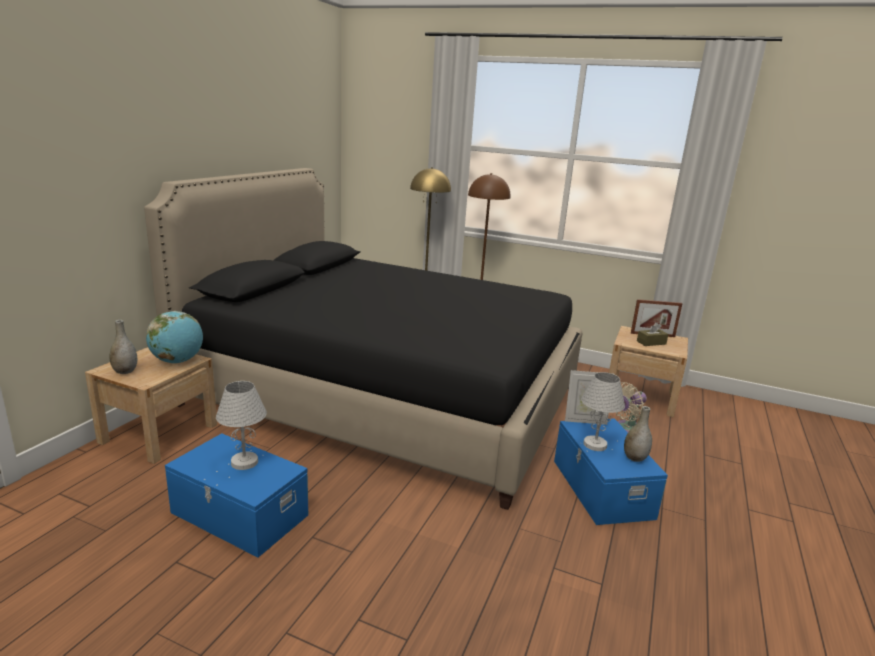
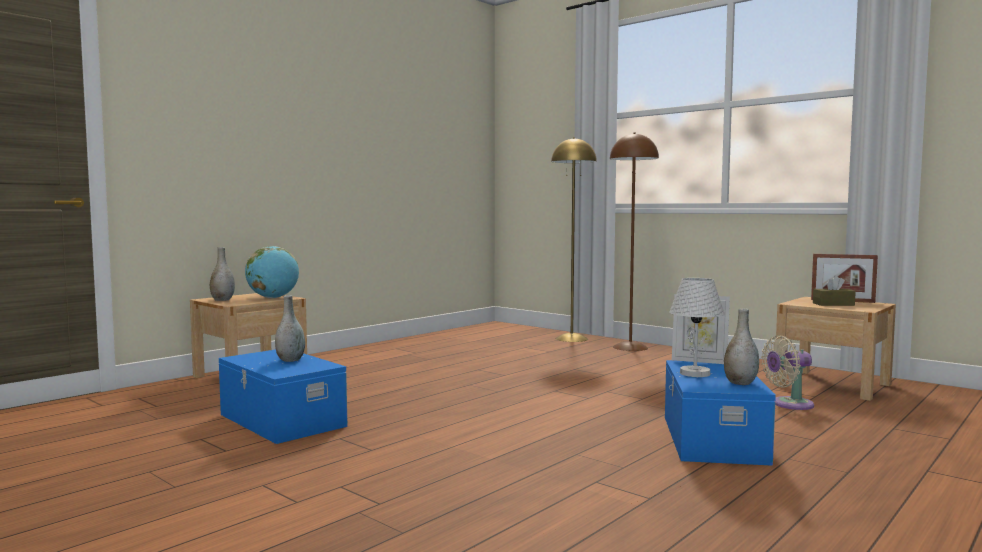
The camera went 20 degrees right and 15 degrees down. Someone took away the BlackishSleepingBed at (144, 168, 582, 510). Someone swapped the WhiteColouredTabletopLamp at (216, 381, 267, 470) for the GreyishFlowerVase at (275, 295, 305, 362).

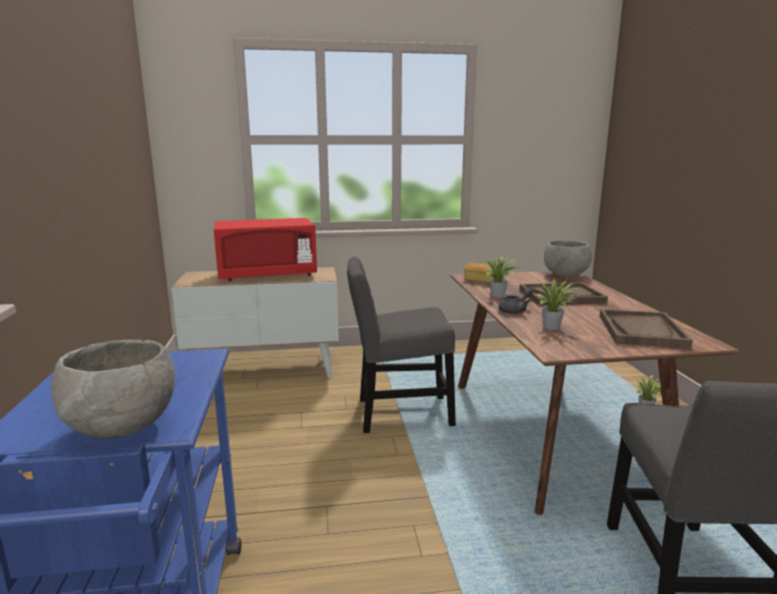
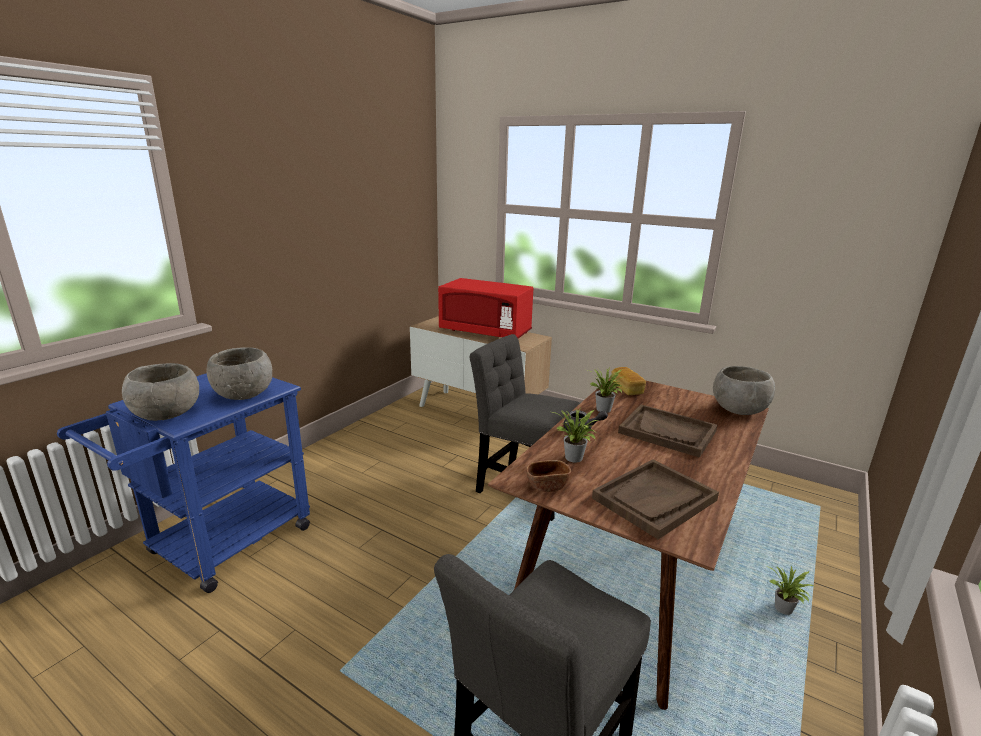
The camera went 40 degrees right and 5 degrees up. Someone put down the GreyishServingBowl at (206, 347, 272, 400). Someone put down the BrownColouredServingBowl at (526, 460, 571, 492).

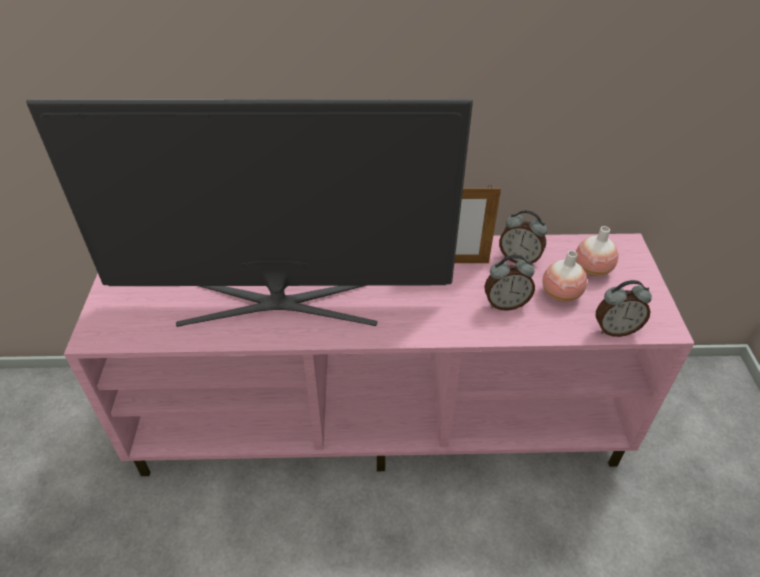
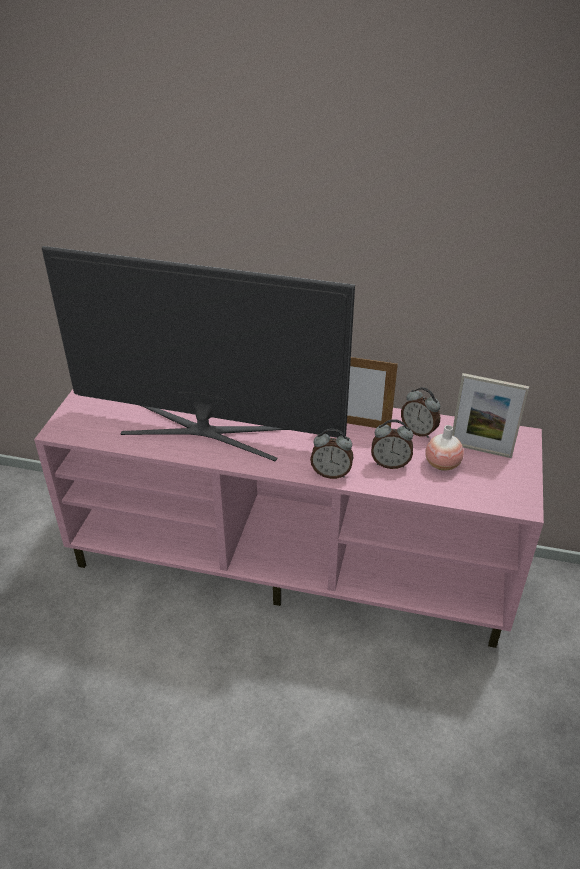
The camera went 15 degrees right and 5 degrees down. Someone carried the BedsideClock from (595, 280, 652, 337) to (310, 429, 353, 479). Someone swapped the FlowerVase at (576, 226, 618, 276) for the PhotoFrame at (452, 373, 529, 458).

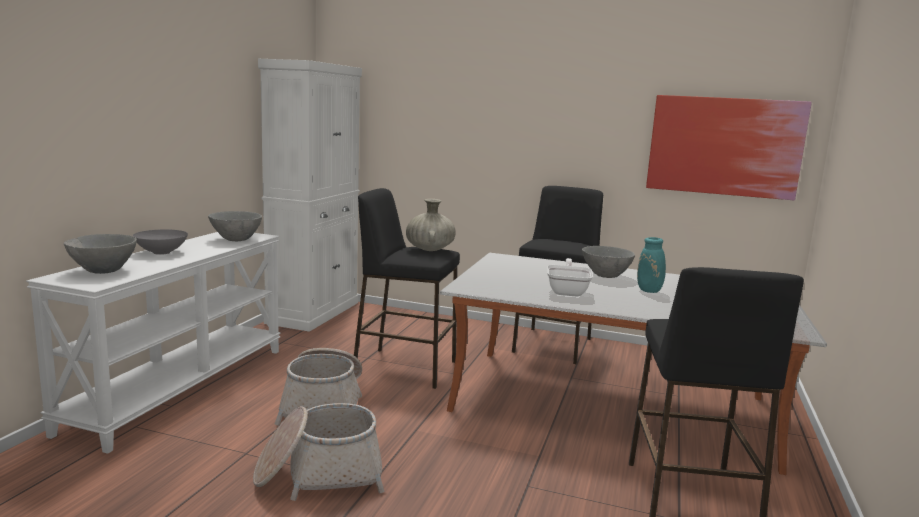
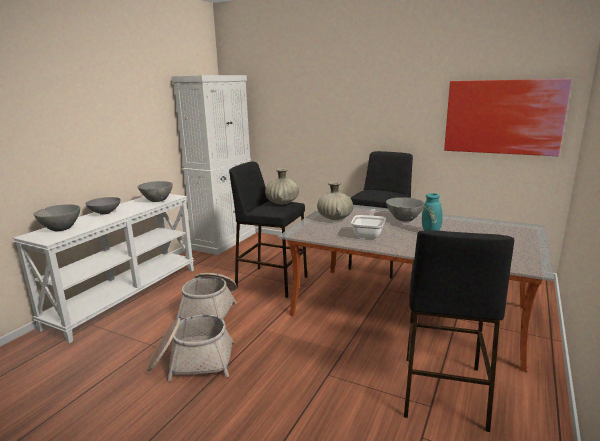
The camera went 10 degrees right and 5 degrees up. Someone put down the BeigeColouredFlowerVase at (317, 181, 353, 220).

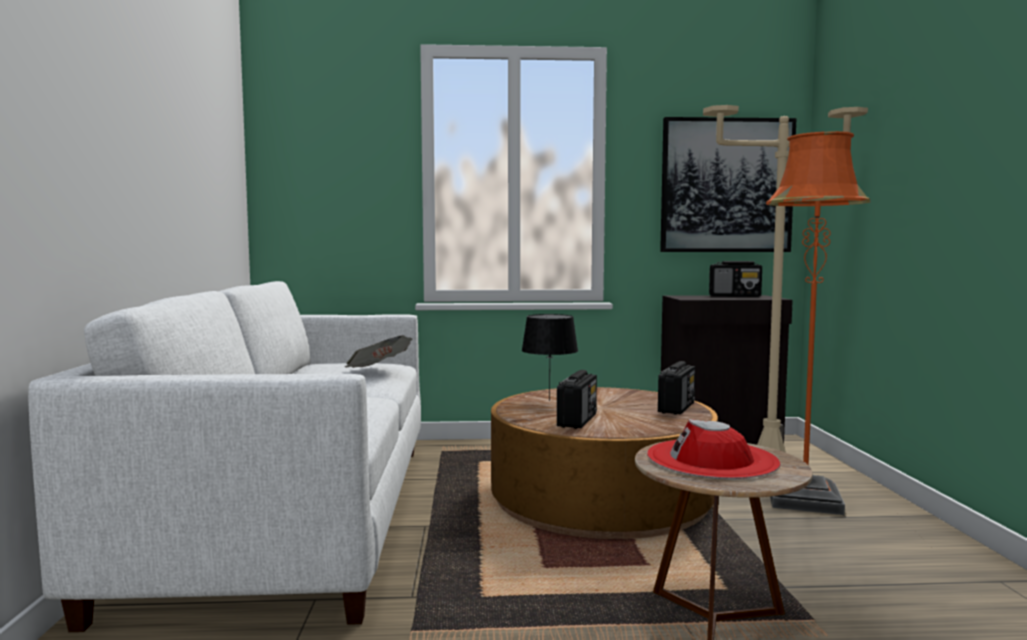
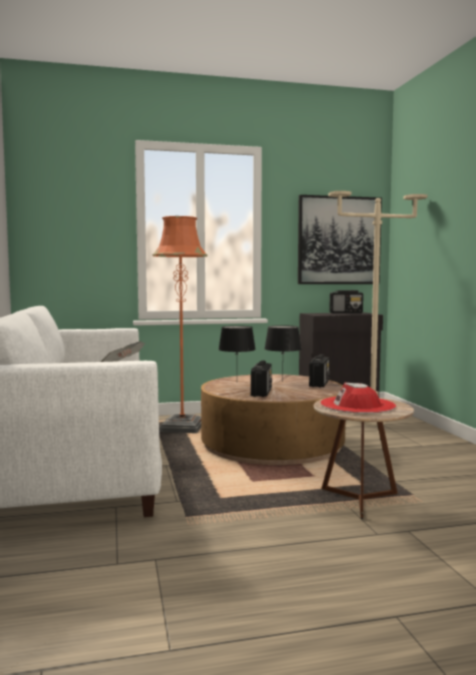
The camera went 10 degrees left and 0 degrees up. Someone put down the BlackishTabletopLamp at (265, 325, 302, 382). Someone carried the OrangeyStandardLamp from (766, 131, 870, 515) to (152, 216, 207, 433).

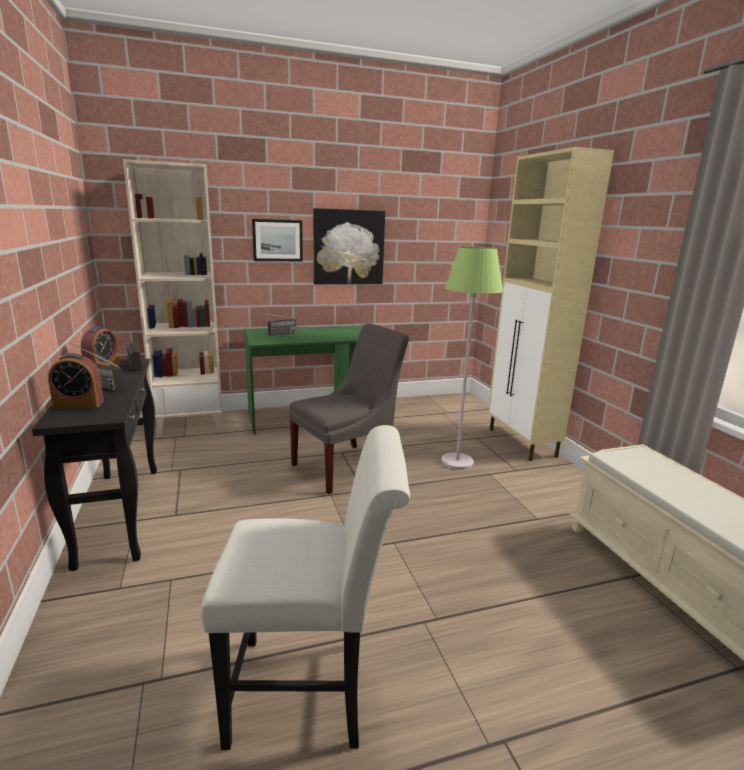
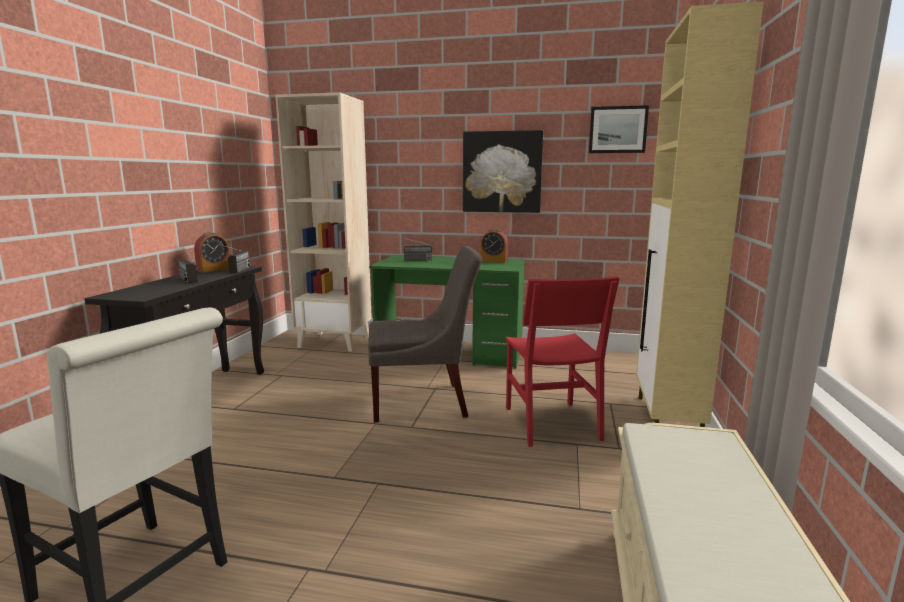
The camera went 30 degrees right and 5 degrees down. Someone carried the BedsideClock from (48, 353, 104, 409) to (481, 229, 508, 263). Someone carried the WallPicture from (252, 219, 303, 261) to (589, 105, 649, 153). Someone swapped the GreenColouredStandardLamp at (441, 247, 503, 470) for the RedChair at (505, 276, 620, 447).

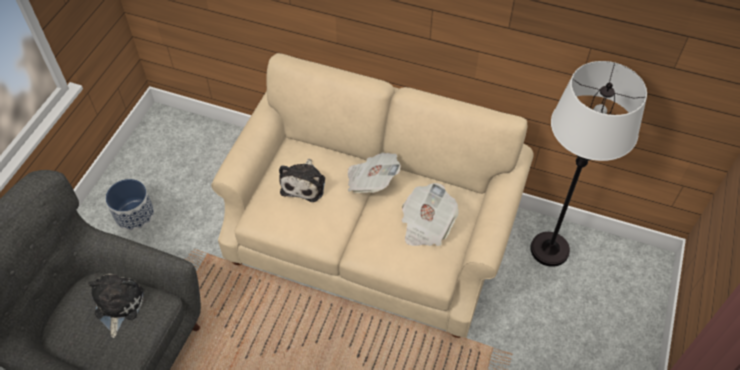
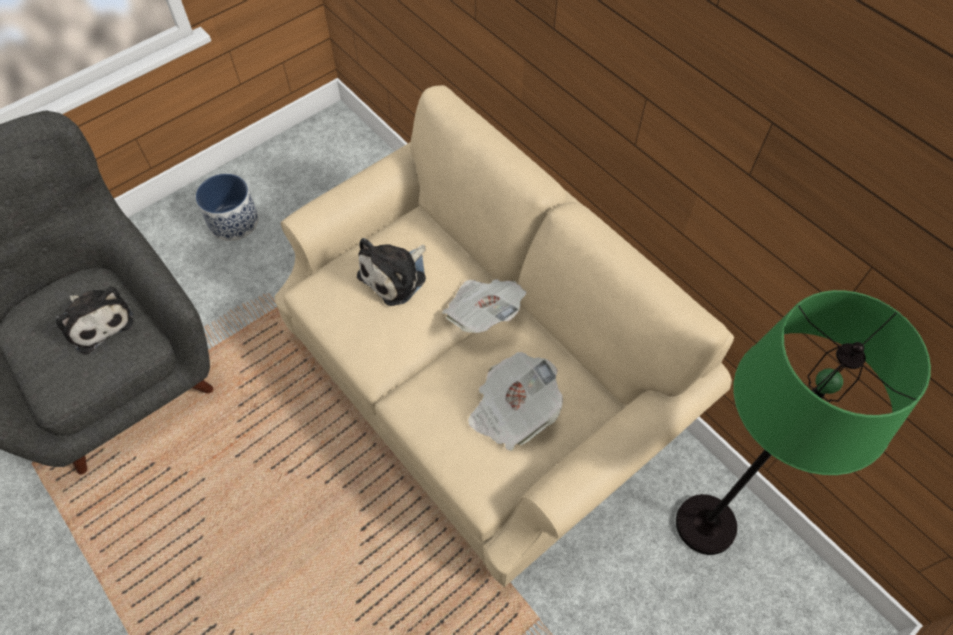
The camera went 30 degrees right and 5 degrees up. Someone repainted the WhiteColouredStandardLamp at (530, 61, 647, 267), which became the GreenColouredStandardLamp at (676, 290, 931, 555). Someone rotated the CuddlyToy at (88, 274, 144, 338) by 105 degrees clockwise.

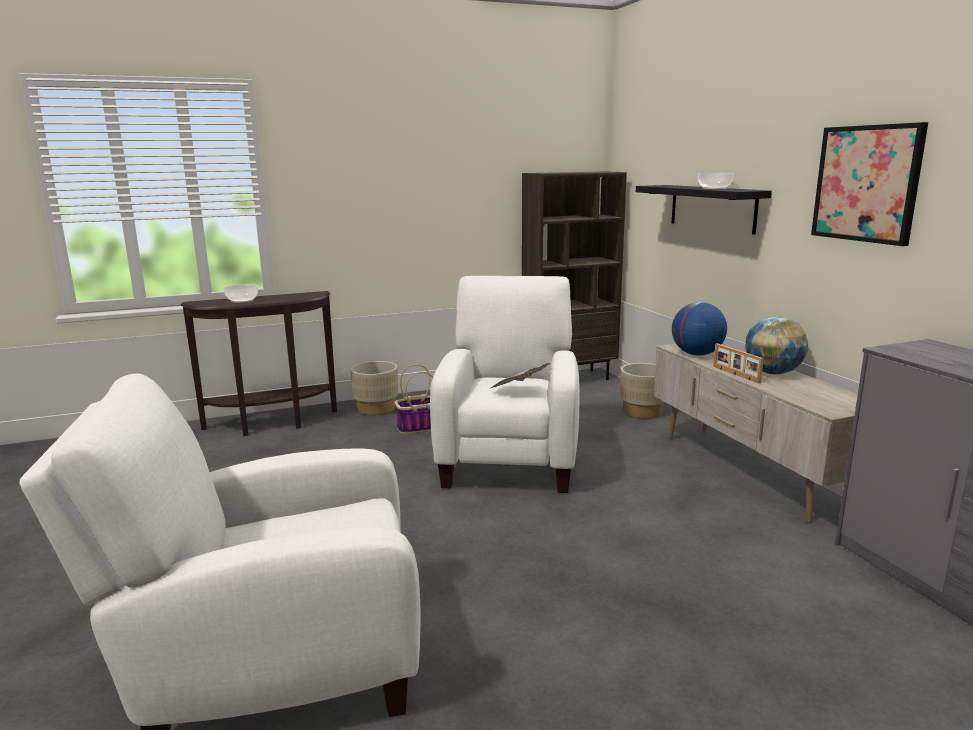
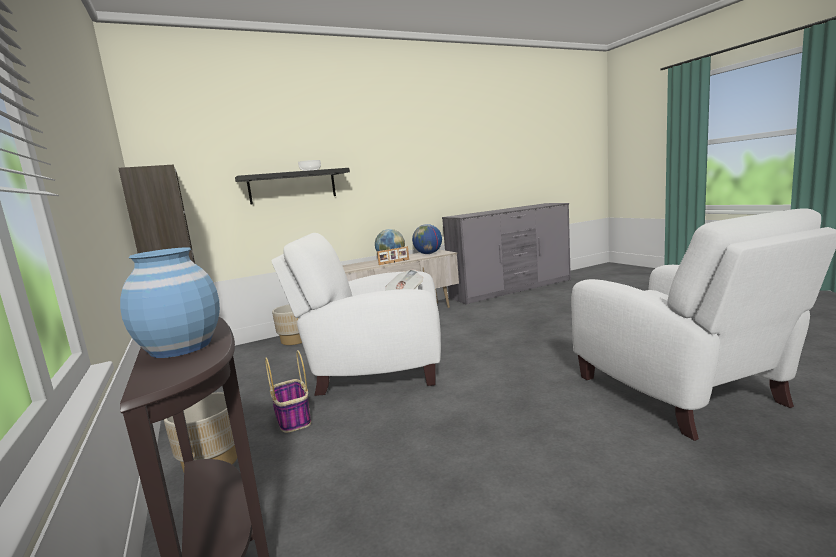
The camera went 95 degrees left and 5 degrees down. Someone took away the WallPicture at (811, 122, 928, 246). Someone carried the Globe from (672, 302, 727, 356) to (412, 224, 442, 254). Someone swapped the ServingBowl at (224, 284, 258, 303) for the BluishFlowerVase at (120, 247, 220, 358).

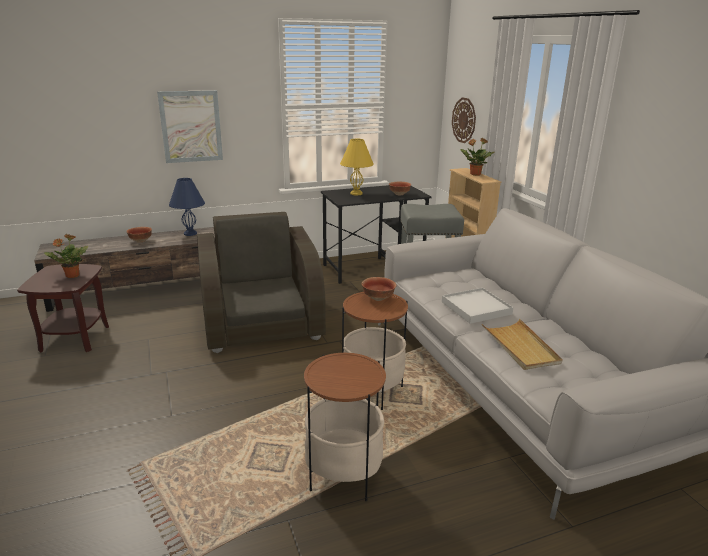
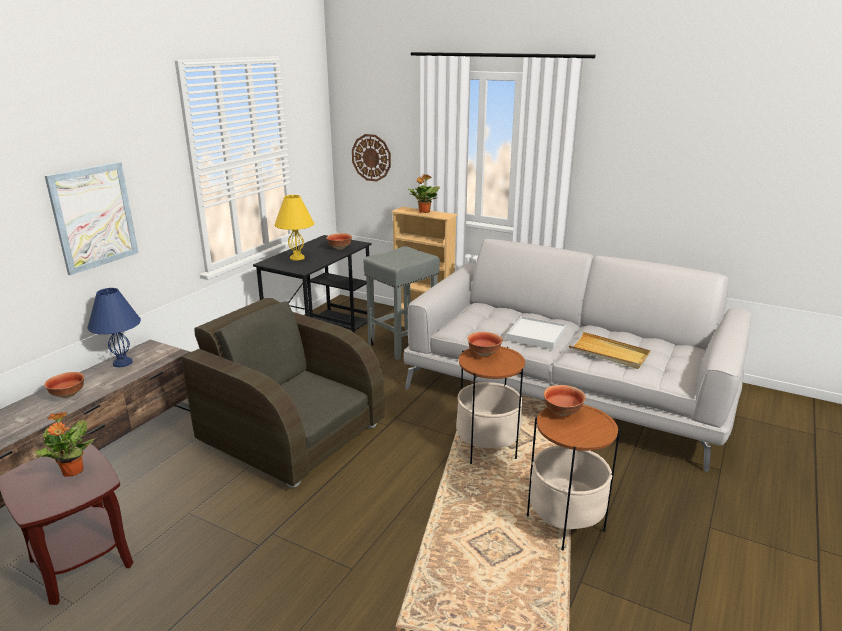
The camera went 40 degrees left and 0 degrees up. Someone put down the ServingBowl at (544, 385, 586, 416).

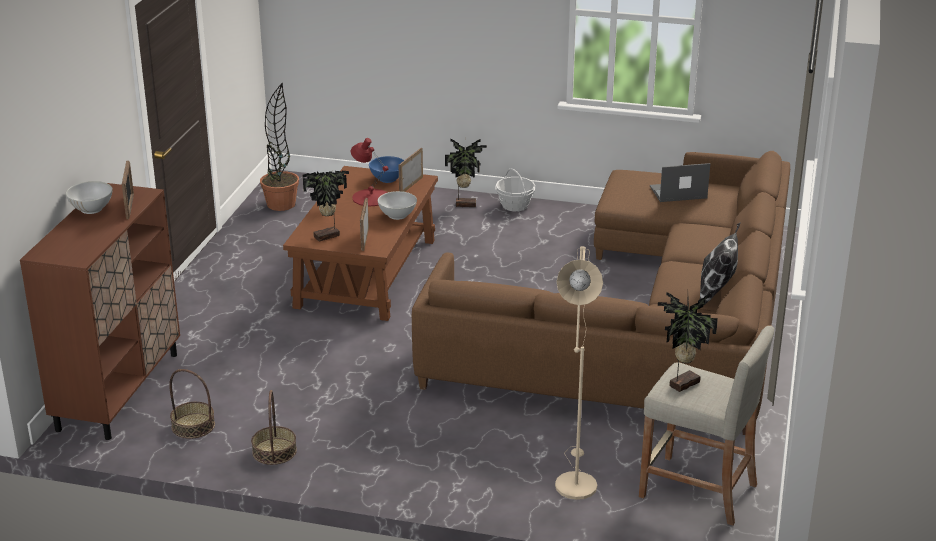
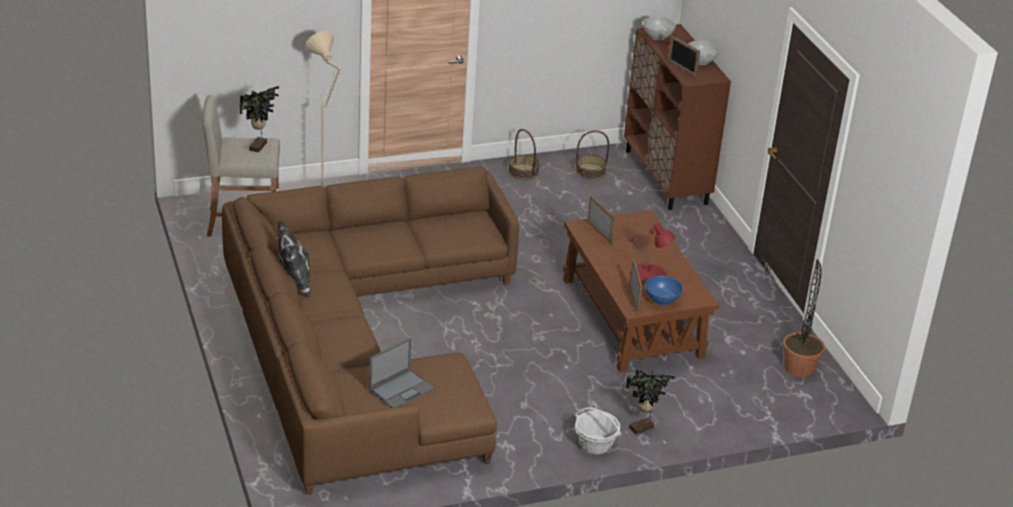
The camera went 145 degrees right and 5 degrees up. Someone took away the Houseplant at (302, 171, 349, 242). Someone carried the WhiteColouredServingBowl from (378, 191, 417, 220) to (643, 16, 676, 40).

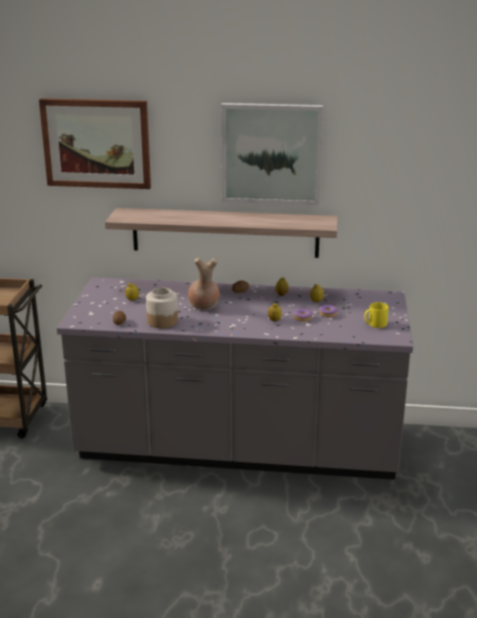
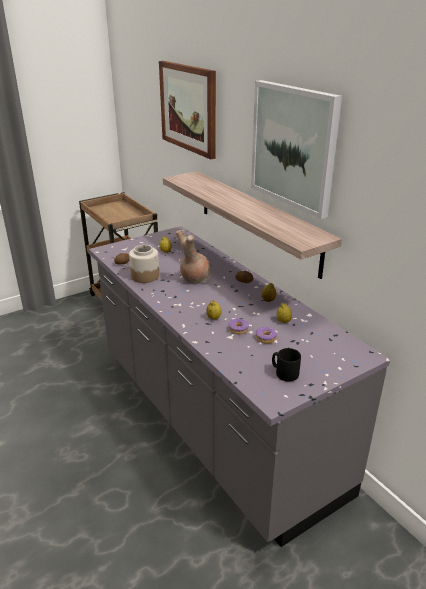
The camera went 50 degrees right and 5 degrees up. Someone repainted the YellowishTeaMug at (364, 302, 389, 328), which became the BlackishTeaMug at (272, 348, 301, 382).

